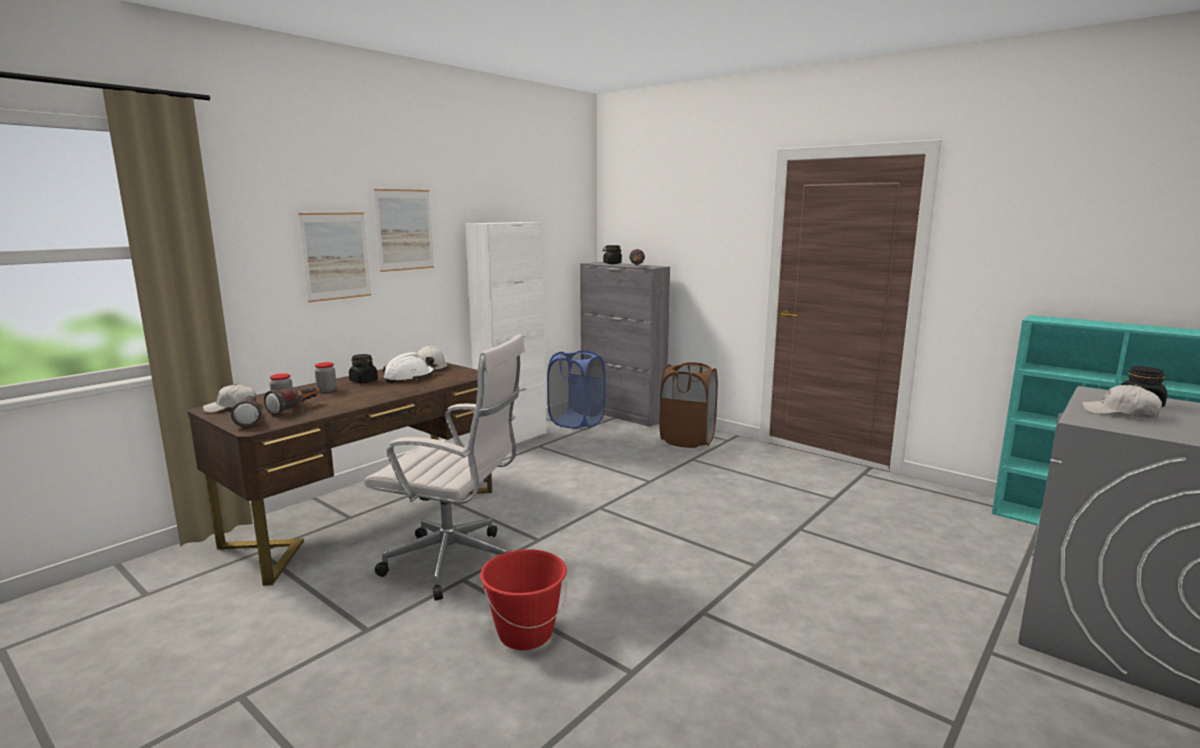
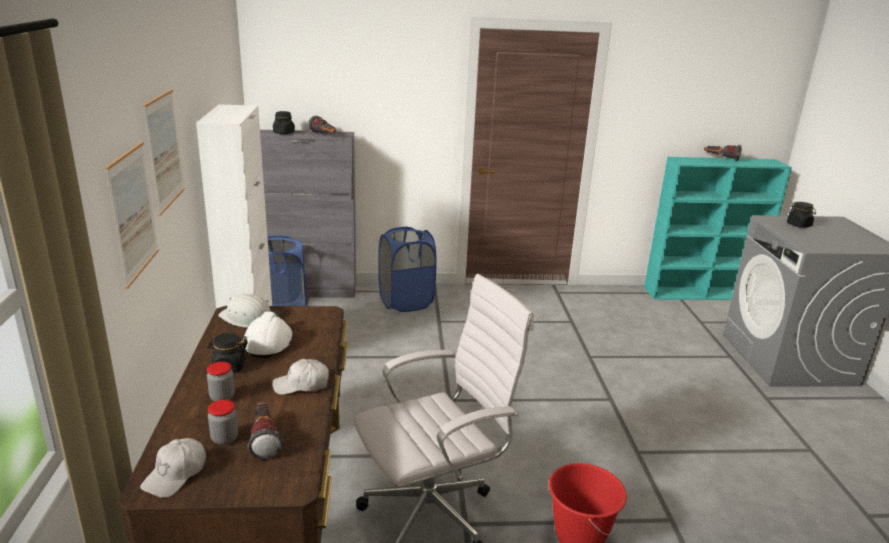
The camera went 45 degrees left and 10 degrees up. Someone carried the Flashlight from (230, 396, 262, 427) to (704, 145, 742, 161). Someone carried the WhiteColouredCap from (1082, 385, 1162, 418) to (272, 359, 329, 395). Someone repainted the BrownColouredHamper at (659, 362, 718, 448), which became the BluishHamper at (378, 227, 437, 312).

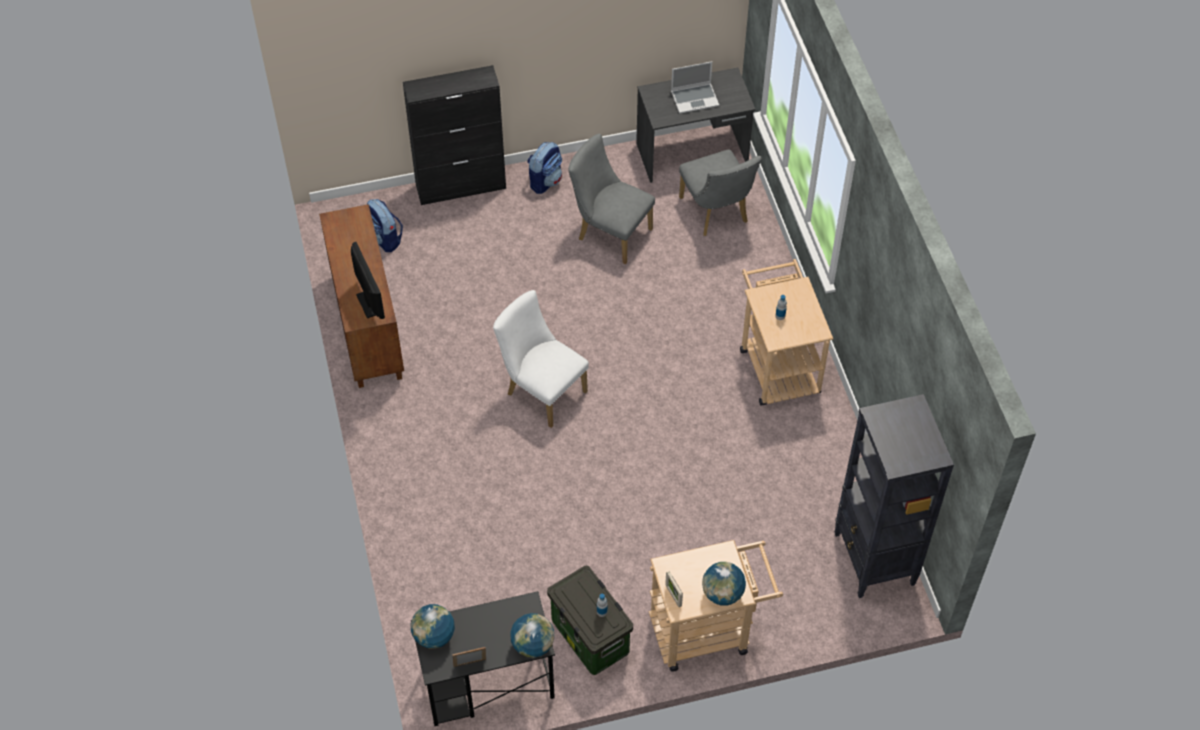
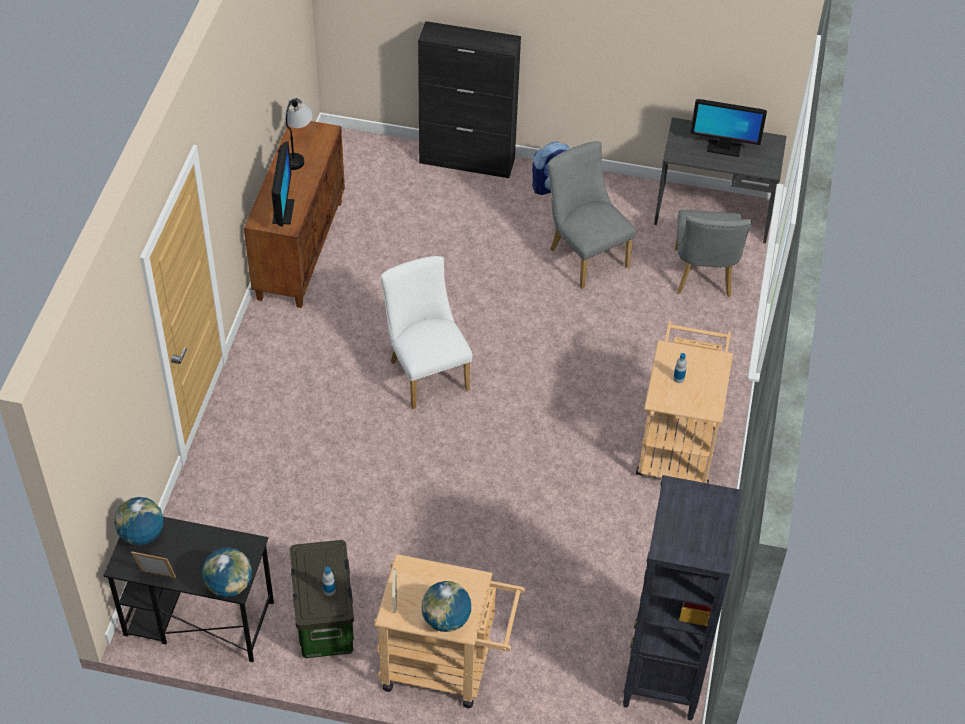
The camera went 25 degrees right and 5 degrees down. Someone took away the Knapsack at (367, 199, 403, 252). Someone put down the TabletopLamp at (284, 98, 313, 170). Someone swapped the NotebookComputer at (671, 61, 719, 114) for the ComputerDisplay at (690, 99, 767, 157).

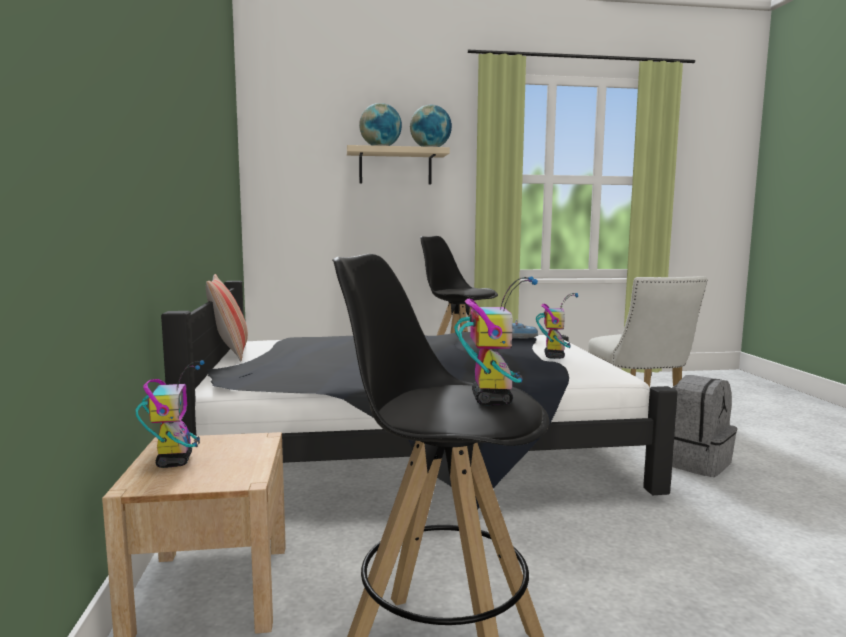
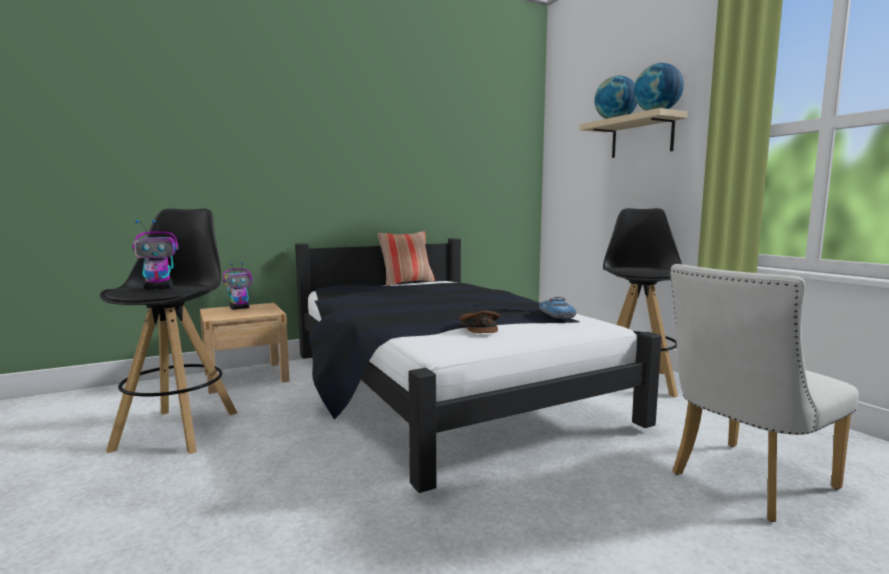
The camera went 70 degrees right and 0 degrees up. Someone took away the GreyishKnapsack at (672, 375, 737, 477). Someone swapped the RobotFigure at (536, 293, 579, 359) for the BrownColouredCap at (459, 311, 500, 333).

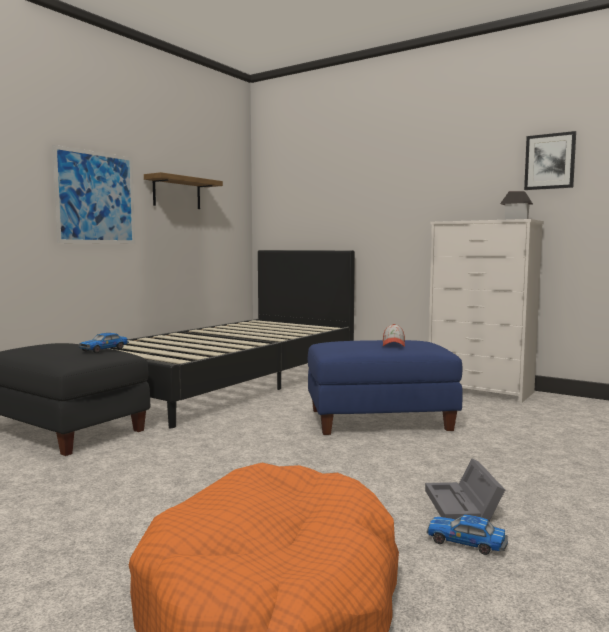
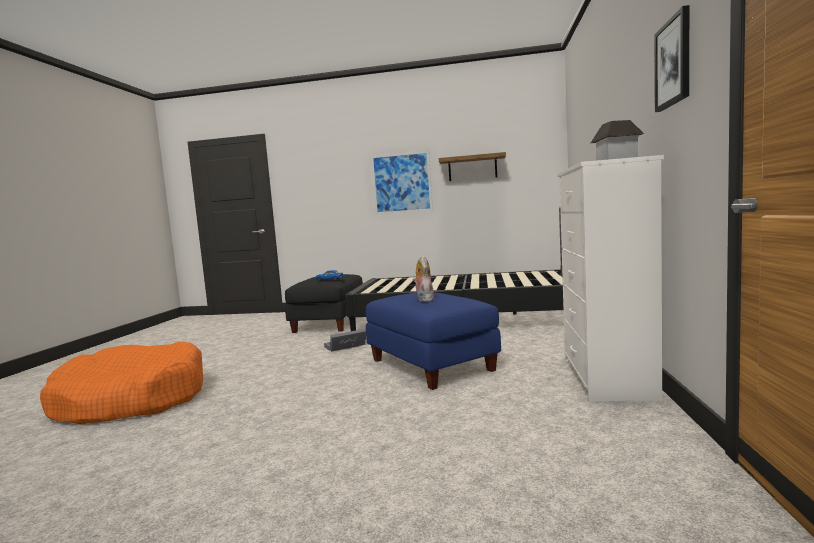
The camera went 65 degrees right and 0 degrees up. Someone took away the MiniatureCar at (427, 514, 508, 555). Someone carried the GreyishStorageBin from (425, 458, 505, 521) to (324, 329, 366, 352). Someone swapped the Cap at (383, 324, 405, 347) for the CuddlyToy at (413, 255, 434, 302).

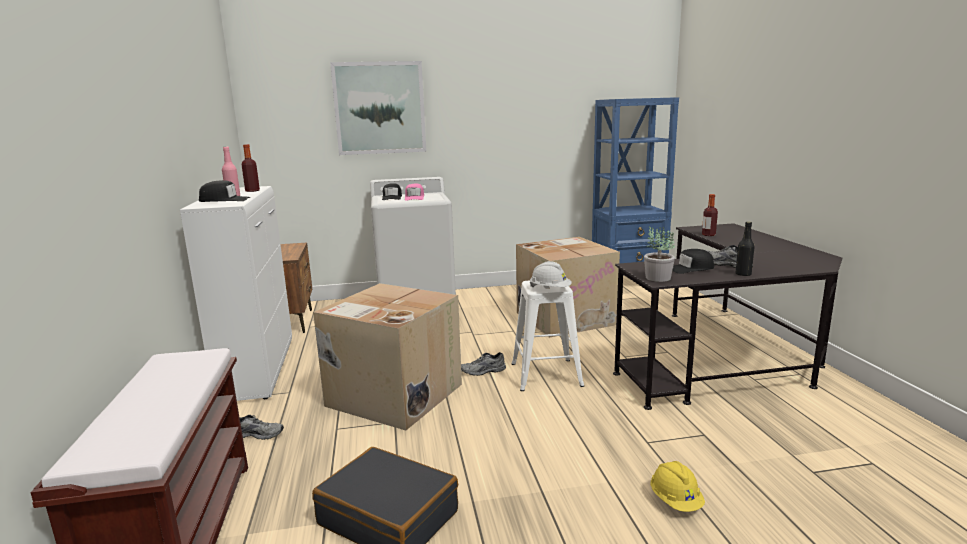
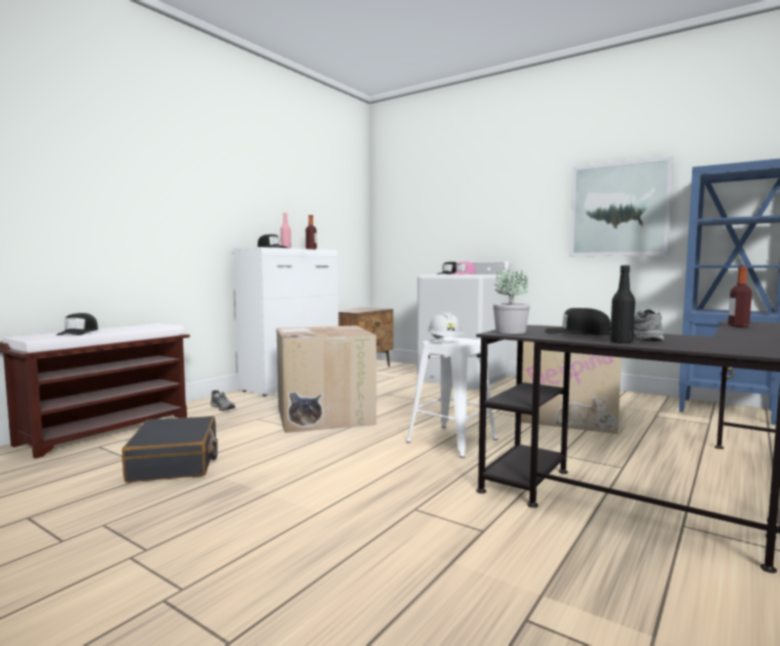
The camera went 45 degrees right and 10 degrees down. Someone took away the GreyishLowShoe at (461, 352, 506, 376). Someone took away the YellowishHardHat at (651, 461, 705, 512). Someone put down the BlackishCap at (56, 313, 98, 335). Someone carried the WallPicture from (330, 61, 426, 155) to (569, 156, 674, 256).

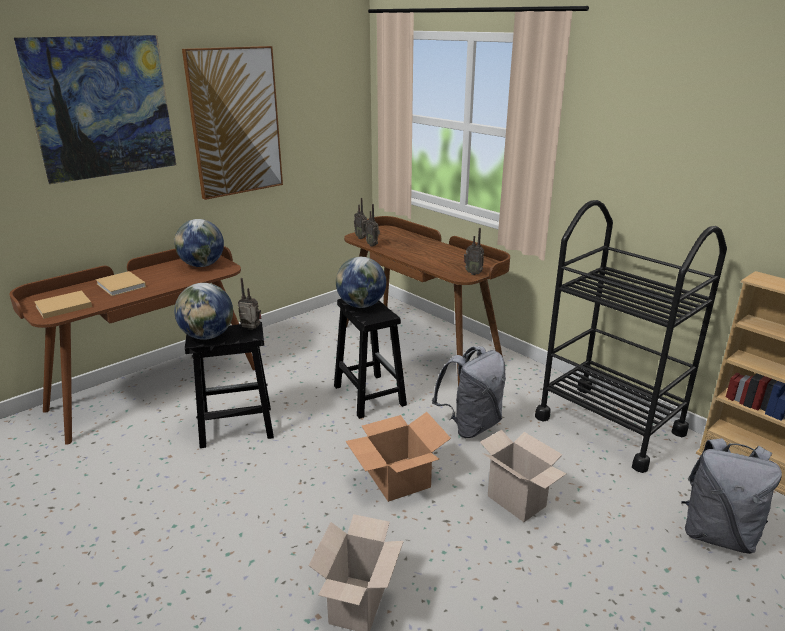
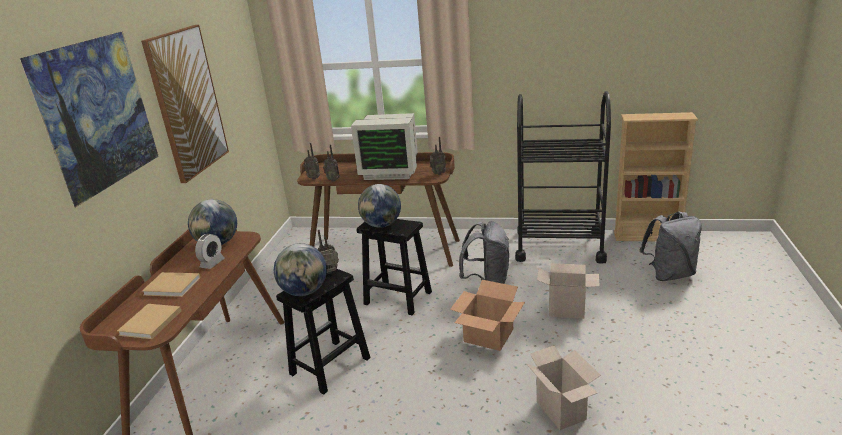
The camera went 35 degrees left and 0 degrees up. Someone put down the BedsideClock at (195, 234, 225, 269). Someone put down the ComputerDisplay at (351, 113, 418, 180).

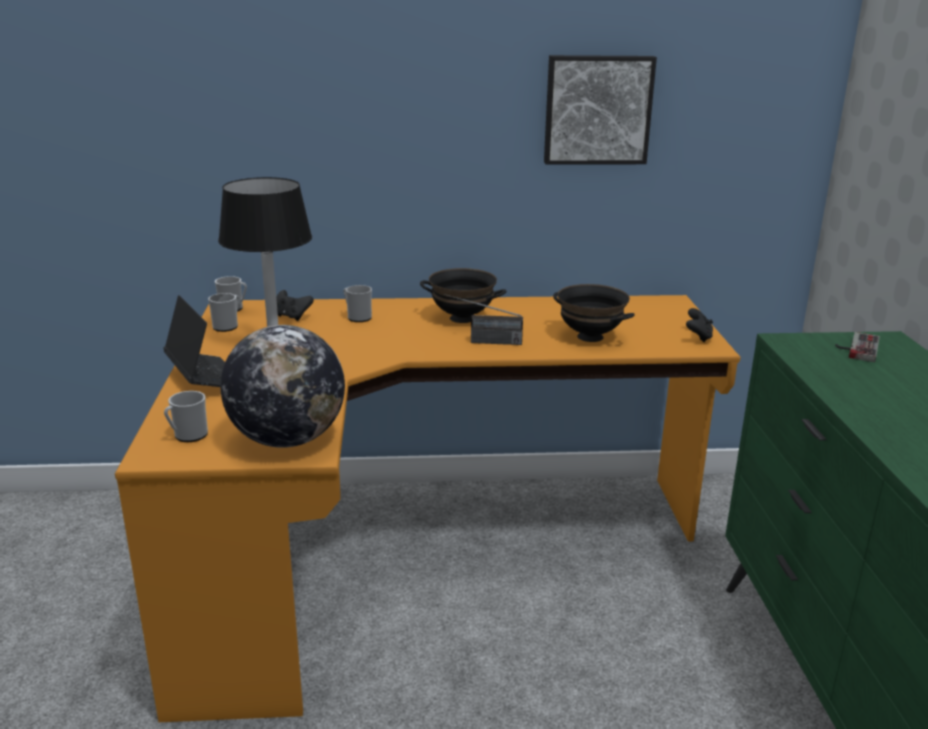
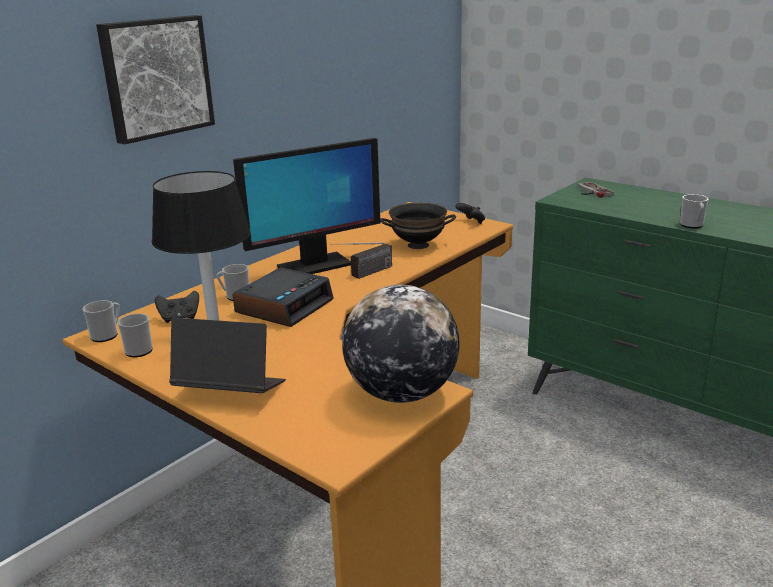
The camera went 45 degrees left and 0 degrees up. Someone put down the BedsideClock at (232, 268, 333, 327). Someone carried the TeaMug from (164, 391, 208, 442) to (680, 194, 709, 228). Someone carried the WallPicture from (544, 55, 657, 165) to (96, 15, 215, 145). Someone swapped the BlackishServingBowl at (420, 268, 506, 323) for the ComputerDisplay at (233, 138, 380, 274).

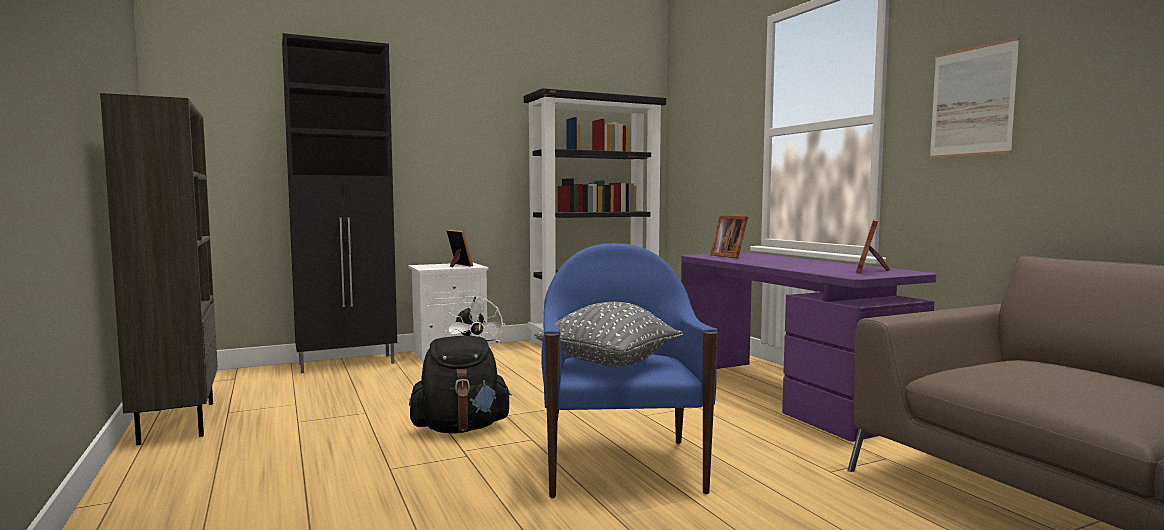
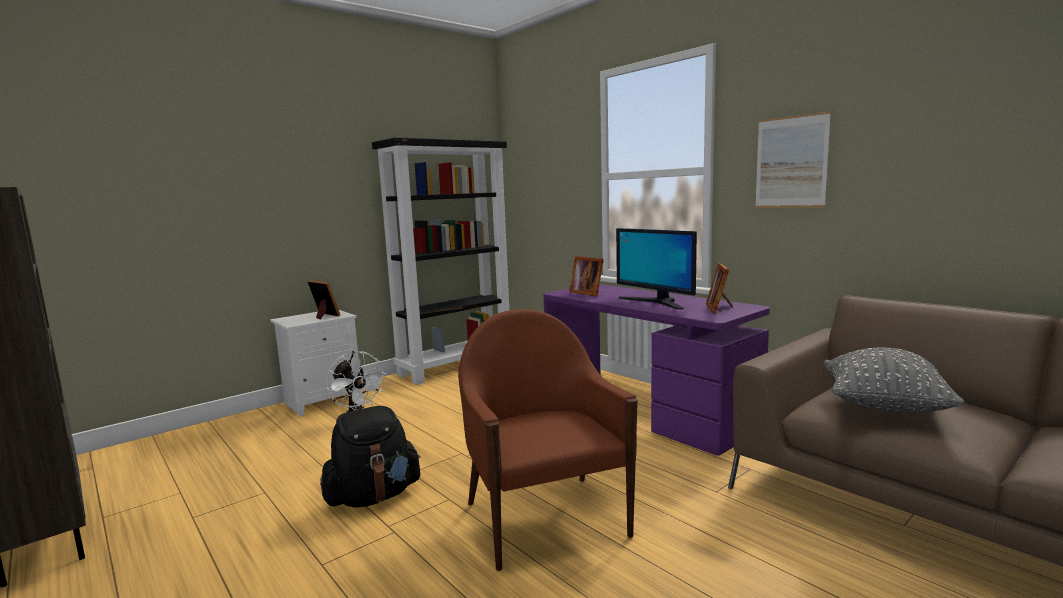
The camera went 15 degrees left and 5 degrees up. Someone took away the BlackishCabinet at (282, 33, 397, 373). Someone put down the ComputerDisplay at (616, 228, 697, 309). Someone carried the GreyishPillow from (534, 302, 684, 367) to (824, 347, 965, 413). Someone repainted the BluishLoungeChair at (542, 243, 718, 498), which became the BrownColouredLoungeChair at (458, 309, 638, 571).

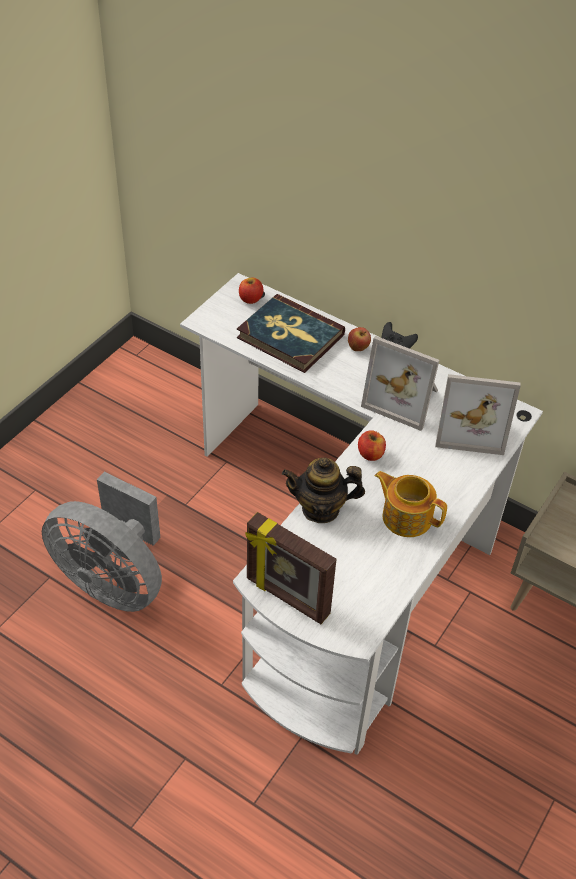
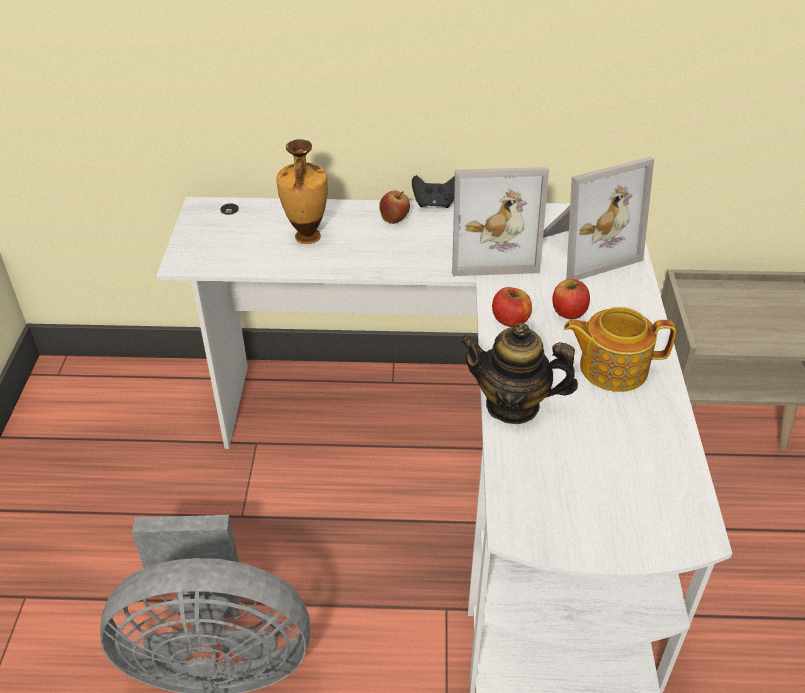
The camera went 30 degrees left and 5 degrees down. Someone took away the PhotoFrame at (245, 512, 337, 624). Someone carried the Apple from (239, 278, 263, 304) to (552, 279, 590, 319). Someone swapped the Book at (237, 294, 345, 373) for the FlowerVase at (277, 139, 328, 244). Someone rotated the TeaPot at (282, 457, 365, 523) by 45 degrees clockwise.

